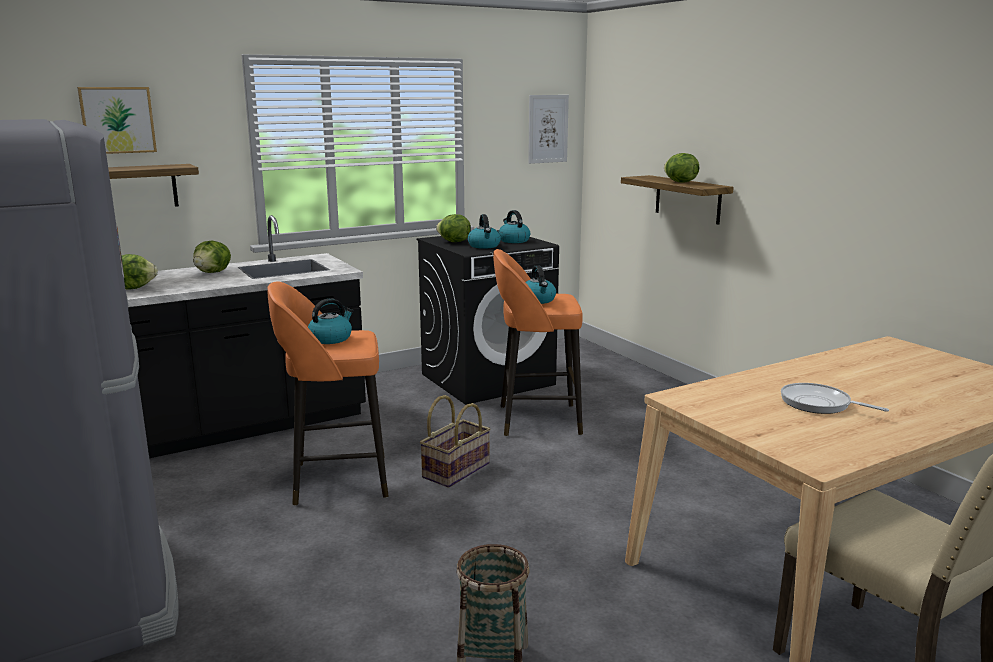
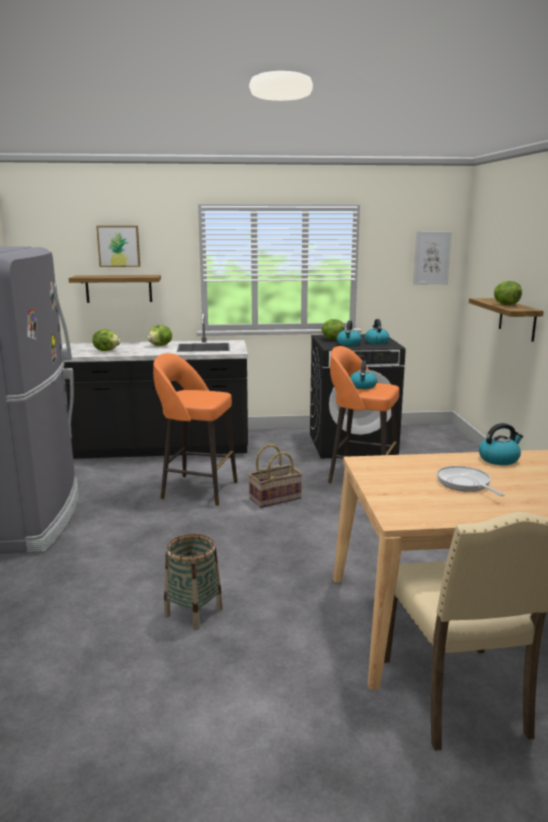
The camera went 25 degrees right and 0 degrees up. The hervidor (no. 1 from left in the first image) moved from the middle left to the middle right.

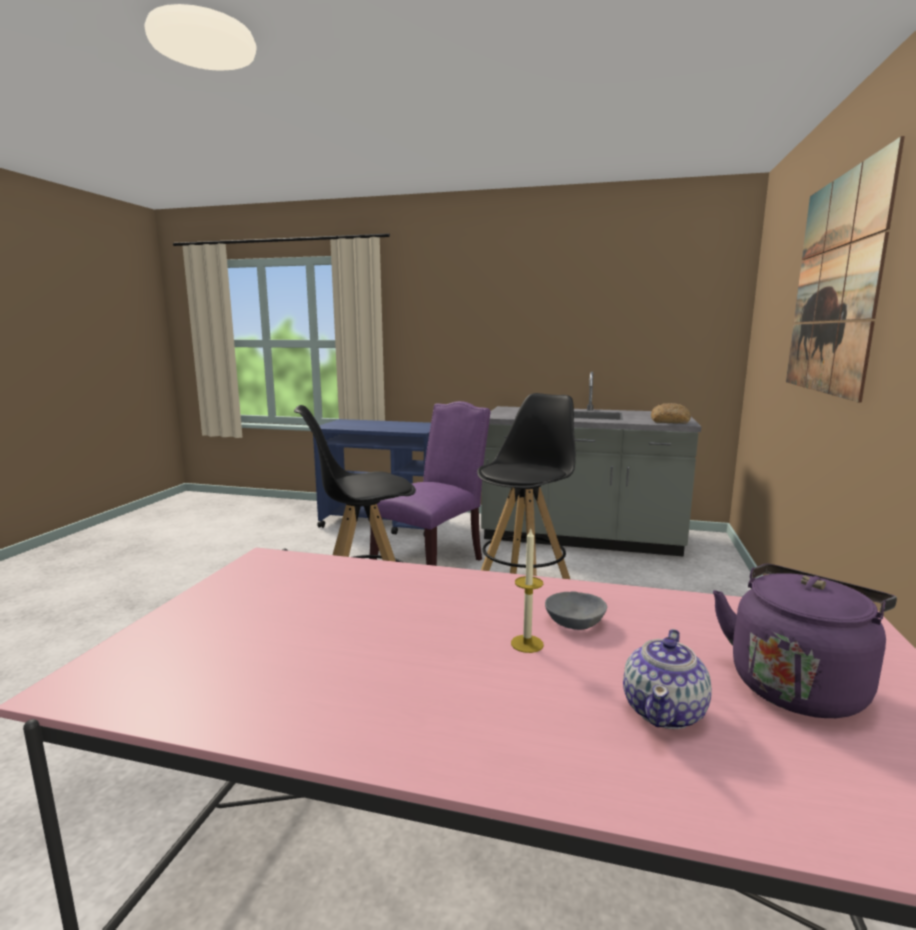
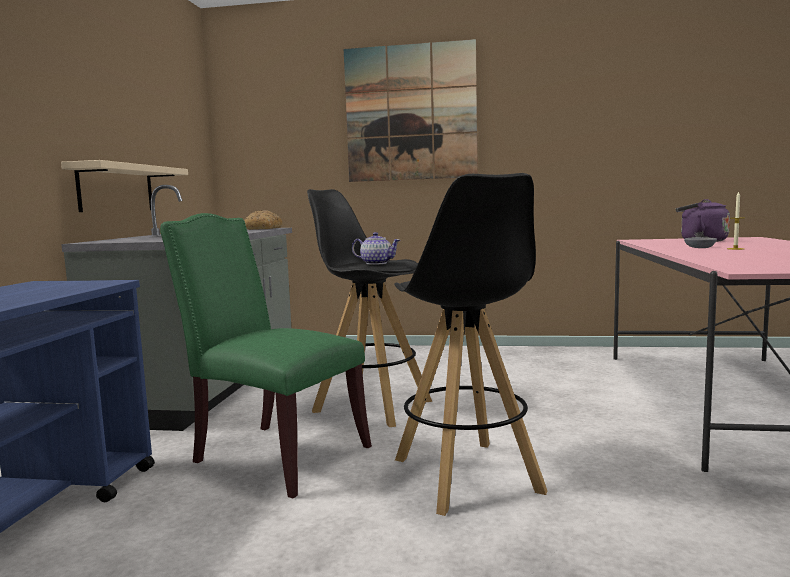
The camera went 95 degrees left and 5 degrees down. The estante [beis] at the top left appeared. The tetera moved from the bottom right to the centre. The silla [morado] at the centre became the silla [verde] at the centre.

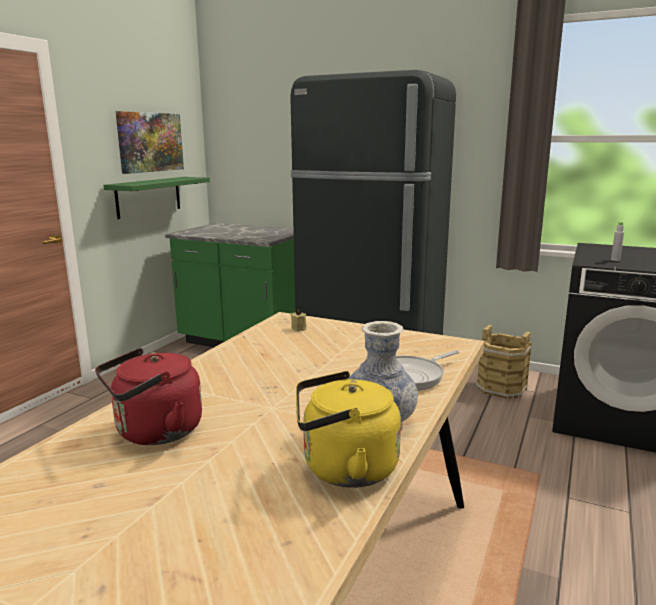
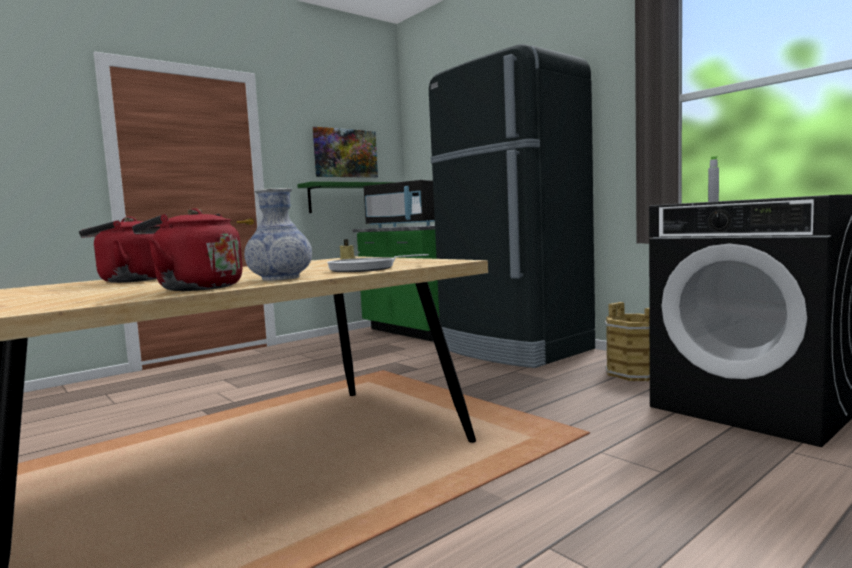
The camera went 25 degrees right and 10 degrees down. The microondas [negro] at the centre appeared. The hervidor [amarillo] at the bottom centre became the hervidor [rojo] (no. 2 from left) at the middle left.

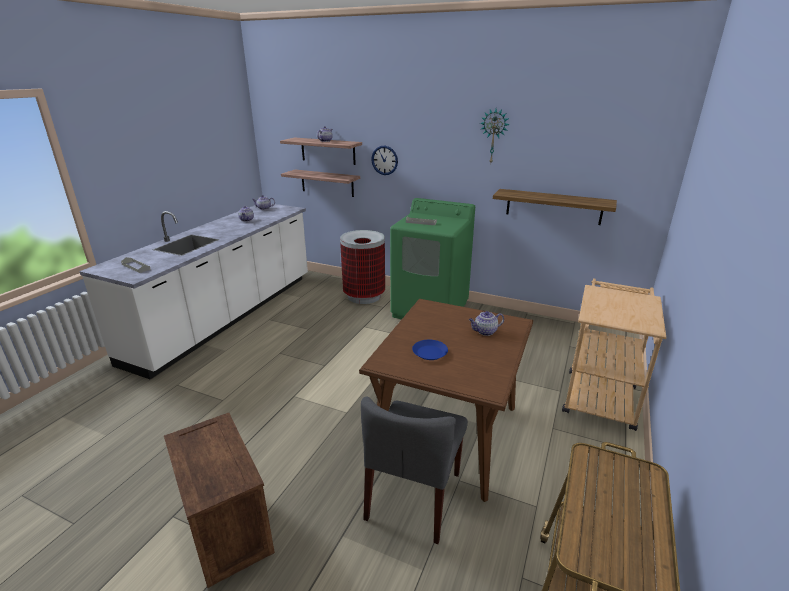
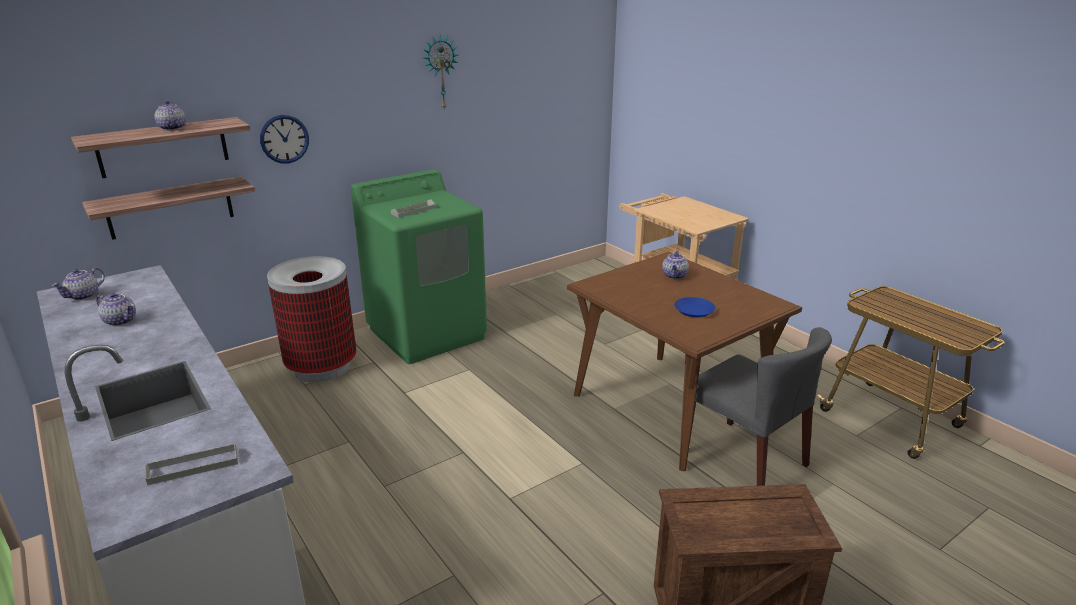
The camera went 60 degrees left and 0 degrees up. The estante (no. 3 from left) at the middle right disappeared.

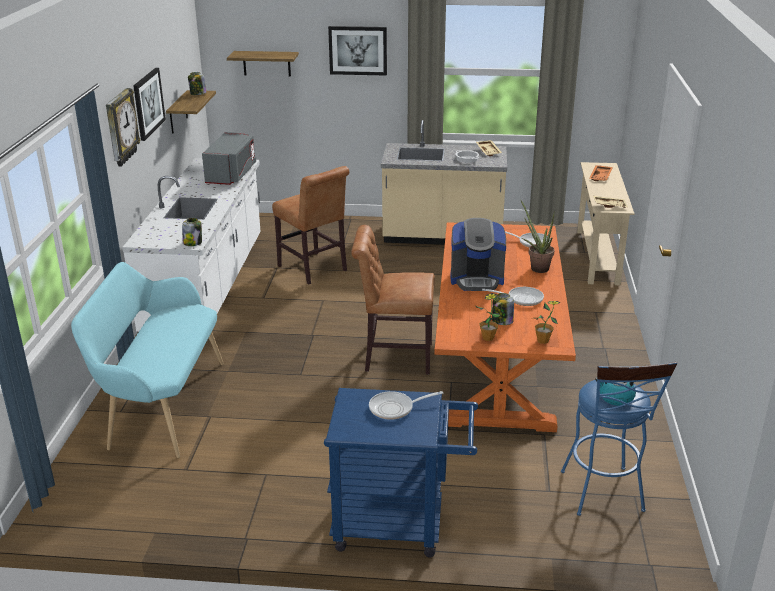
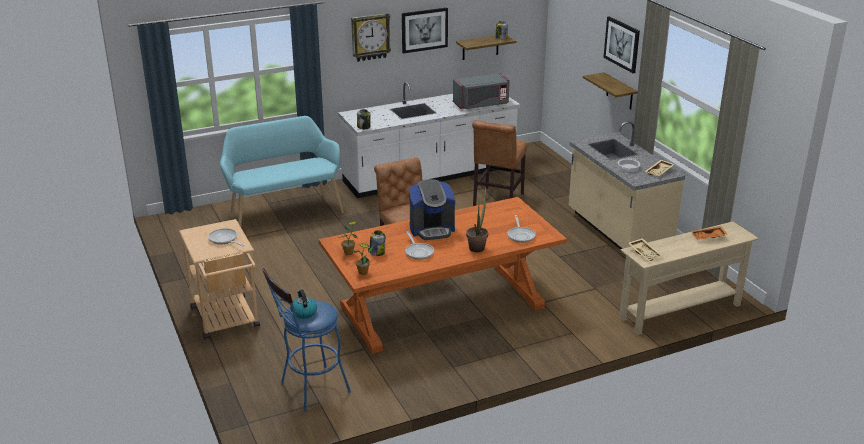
The camera went 60 degrees right and 0 degrees up. The estante (no. 2 from left) moved from the top centre to the top right. The carrito [azul] at the bottom centre became the carrito [beis] at the middle left. The cafetera at the centre turned 75 degrees counterclockwise.

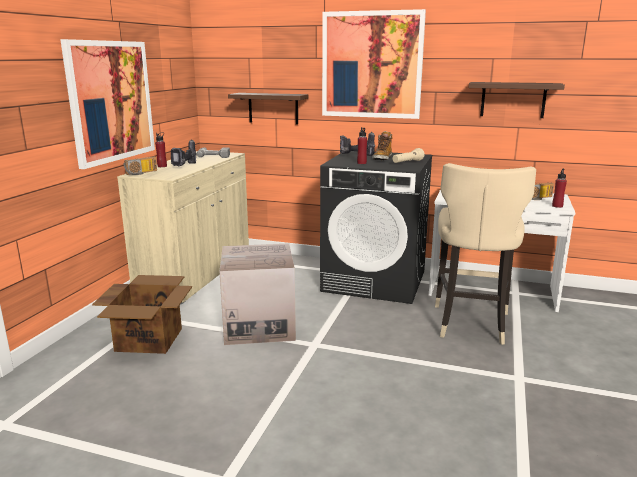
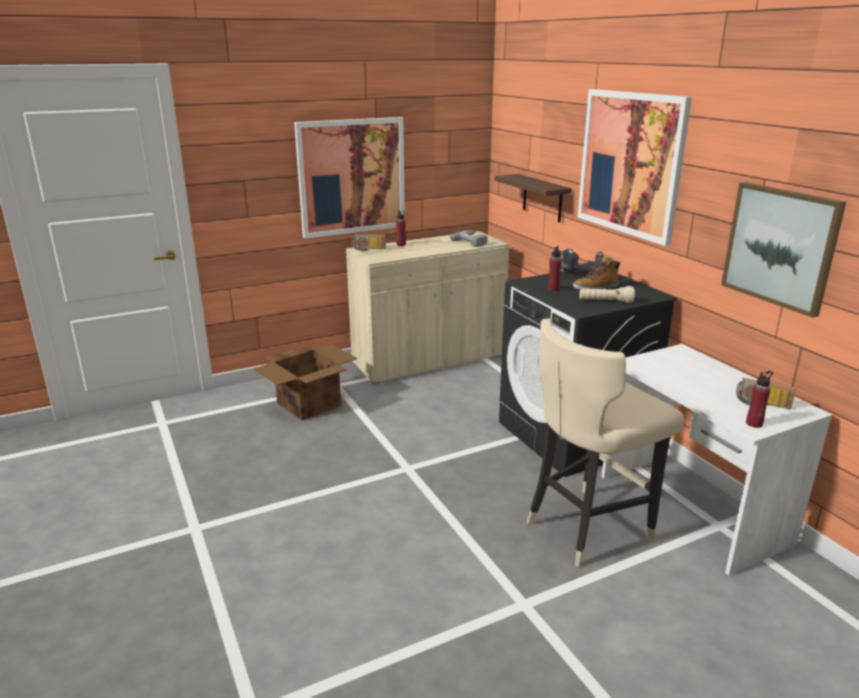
The camera went 45 degrees right and 5 degrees up. The taladro (no. 1 from left) at the top left disappeared. The caja de cartón (no. 2 from left) at the centre disappeared. The estante (no. 2 from left) at the top right was replaced by the cuadro (no. 3 from left) at the middle right.

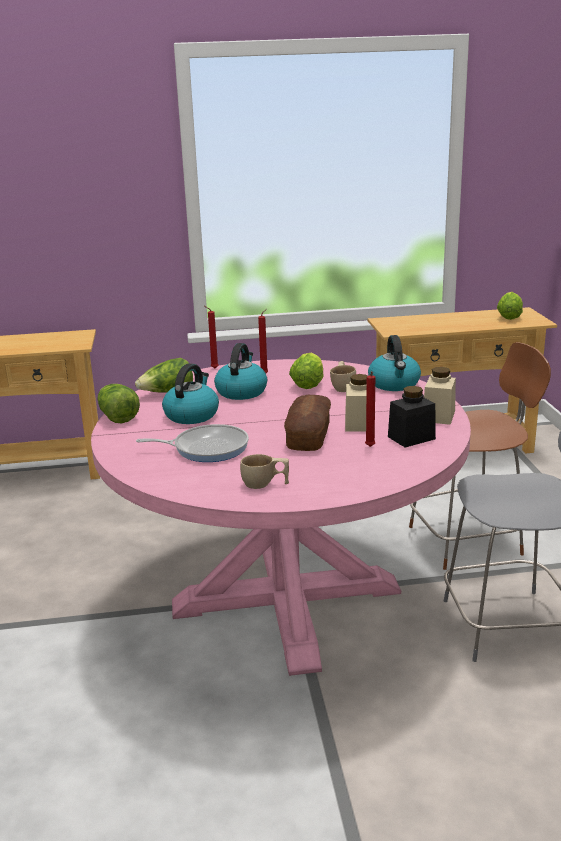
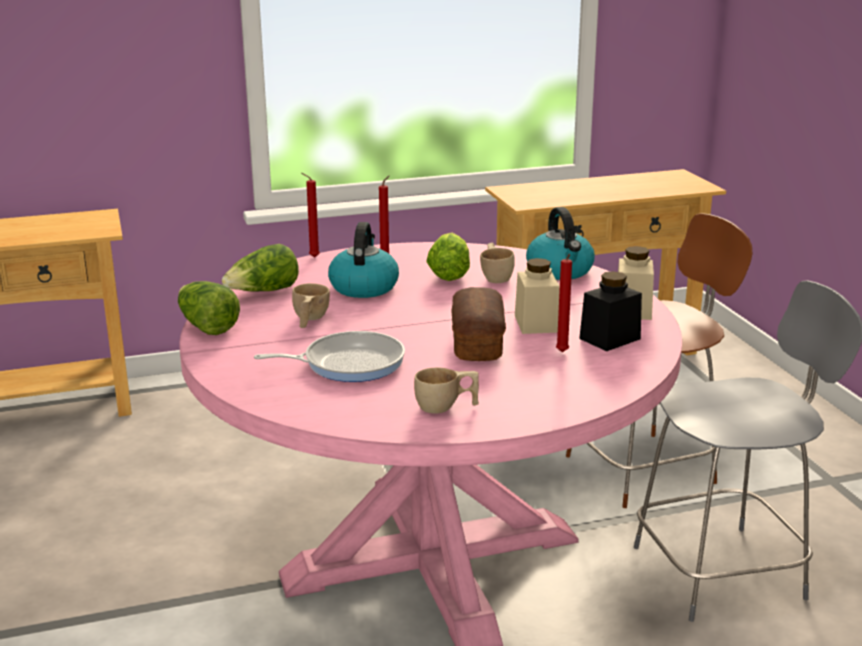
The camera went 10 degrees left and 0 degrees up. The lechuga (no. 4 from left) at the middle right disappeared. The hervidor (no. 1 from left) at the centre was replaced by the taza [beis] (no. 1 from left) at the centre.

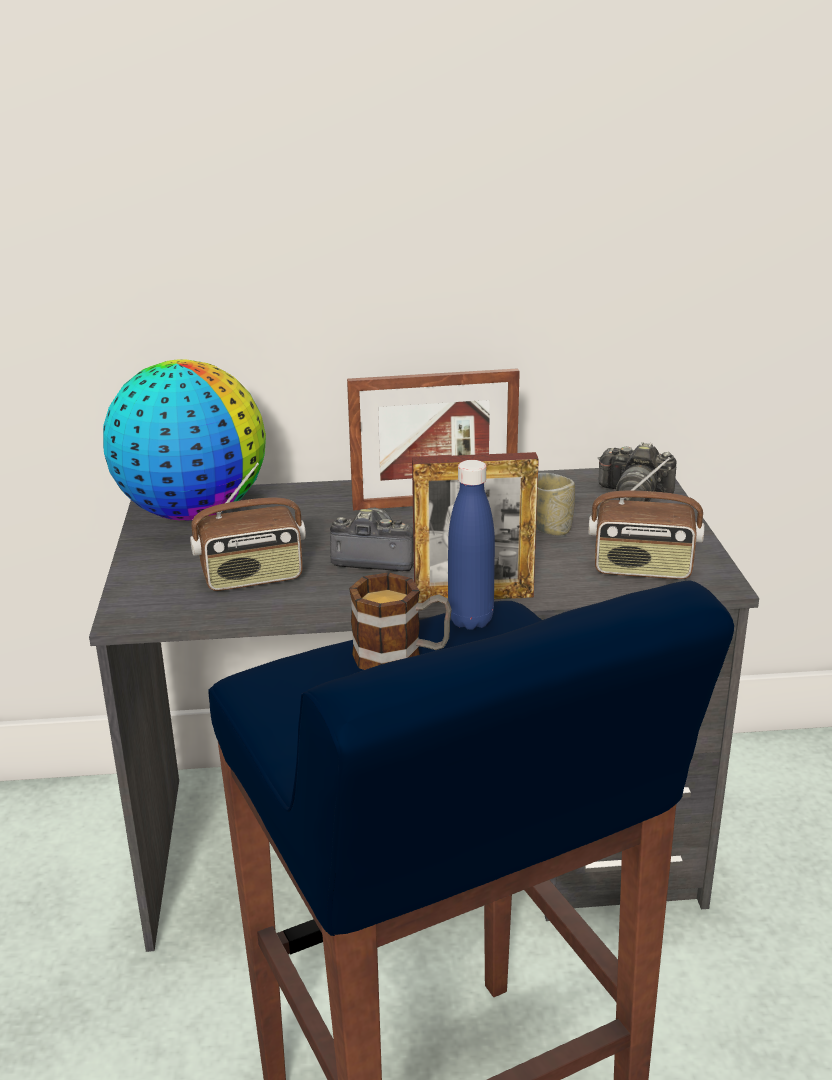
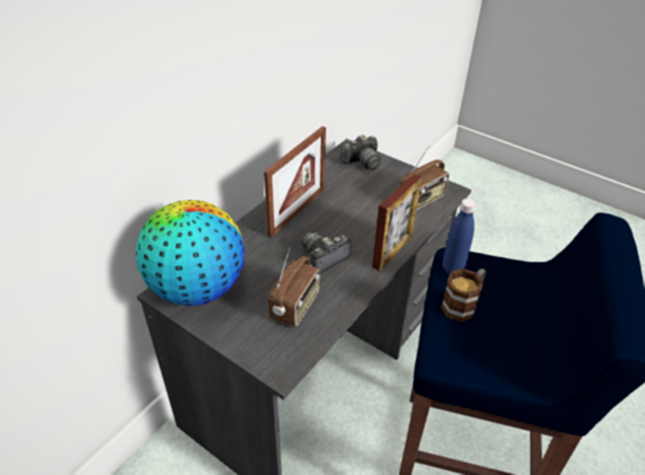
The camera went 50 degrees left and 15 degrees up. The taza at the middle right disappeared.

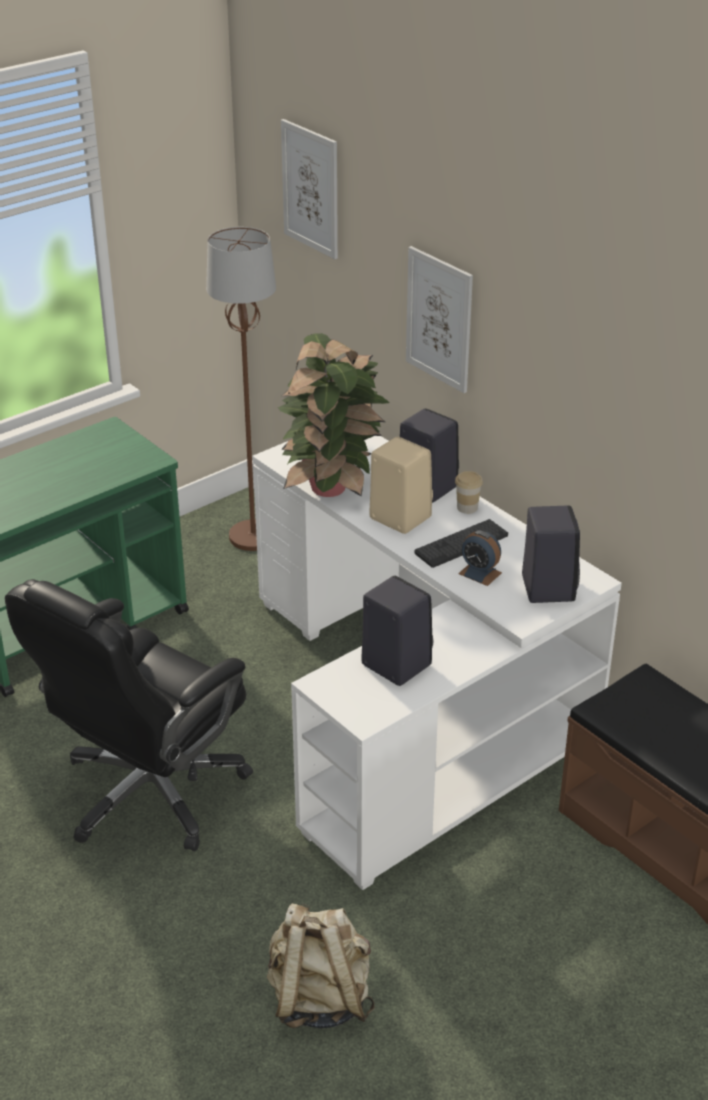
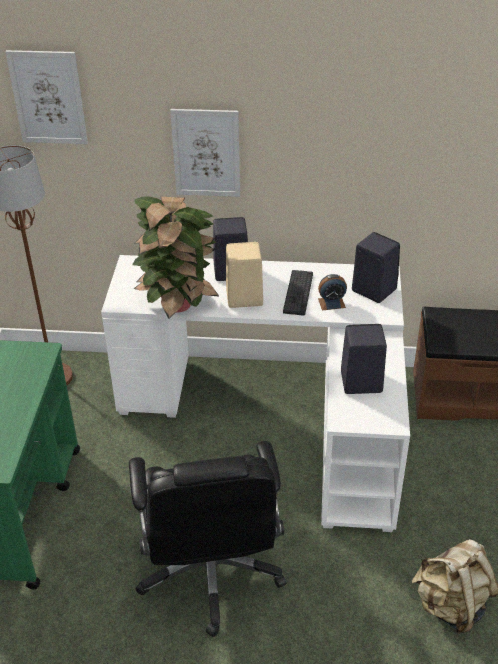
The camera went 45 degrees left and 5 degrees up. The taza at the centre disappeared.

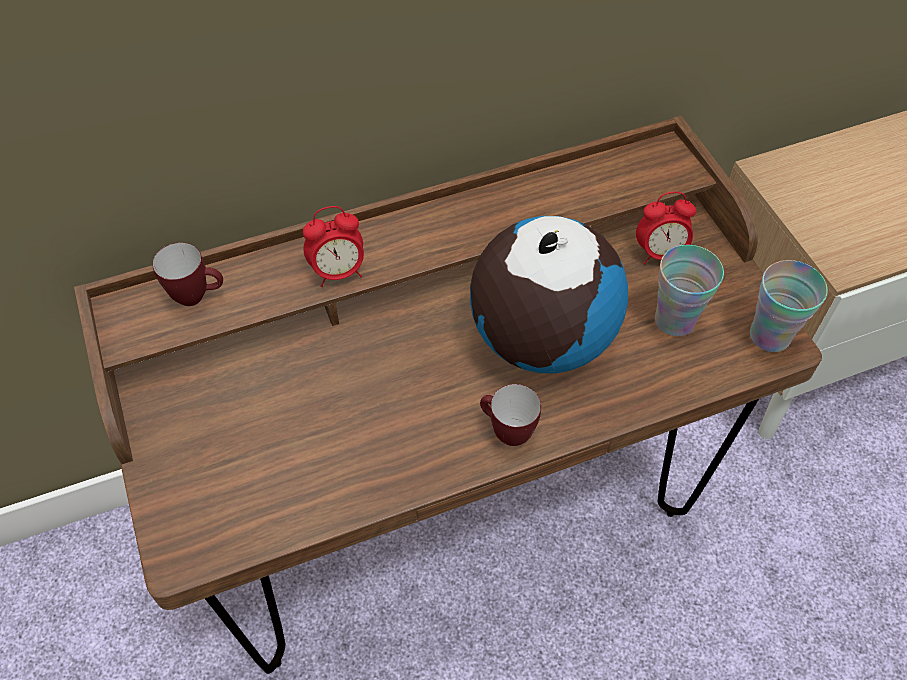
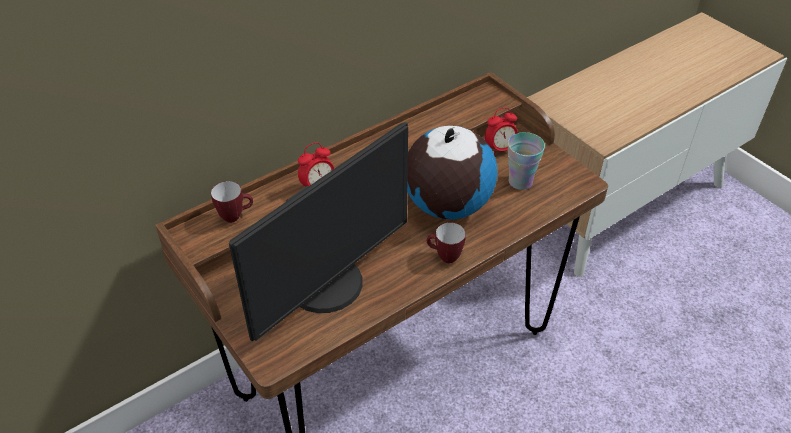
The camera went 15 degrees left and 10 degrees down. The taza (no. 2 from left) at the middle right disappeared. The monitor at the centre appeared.

